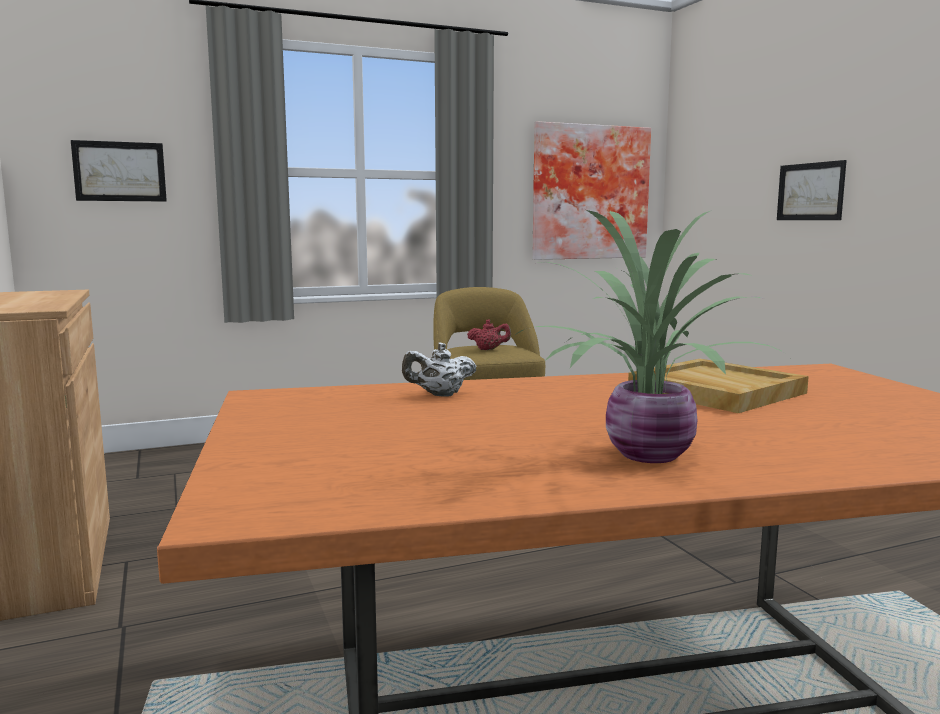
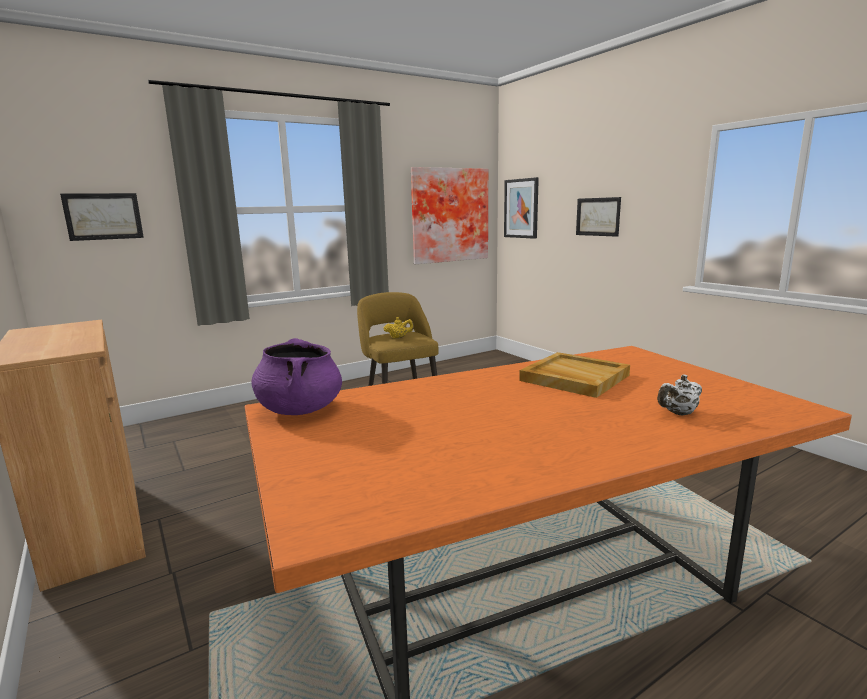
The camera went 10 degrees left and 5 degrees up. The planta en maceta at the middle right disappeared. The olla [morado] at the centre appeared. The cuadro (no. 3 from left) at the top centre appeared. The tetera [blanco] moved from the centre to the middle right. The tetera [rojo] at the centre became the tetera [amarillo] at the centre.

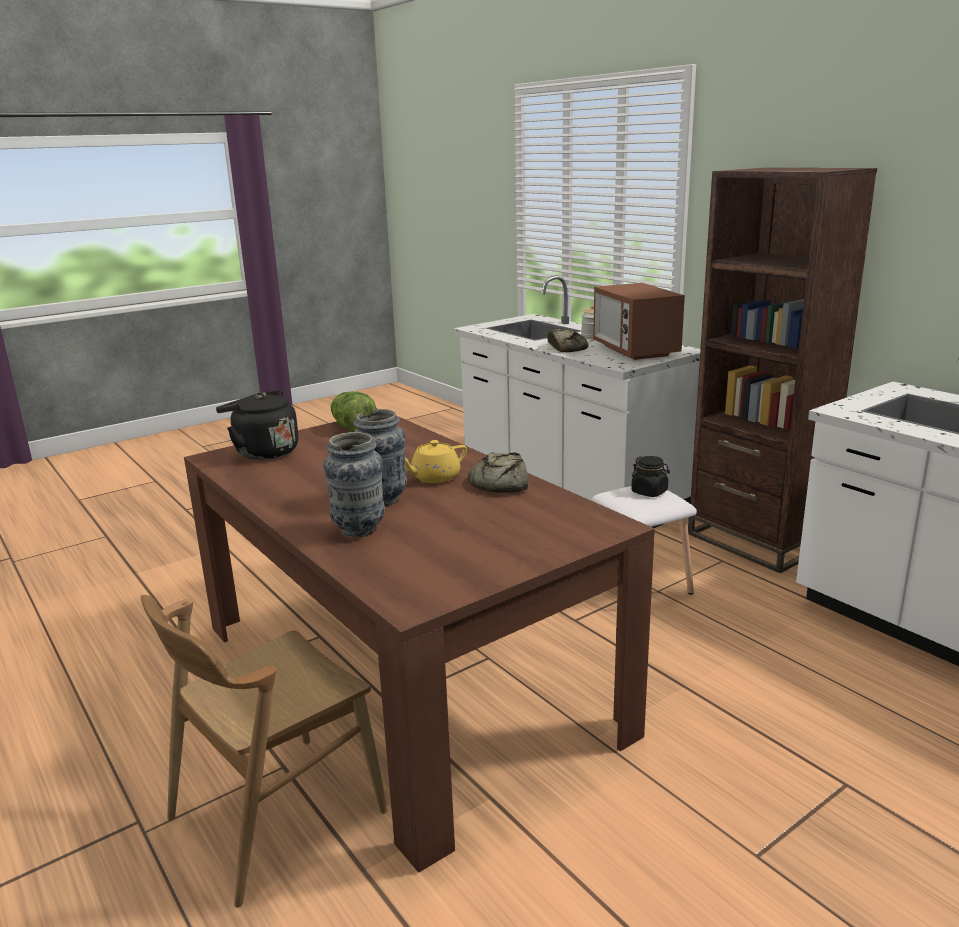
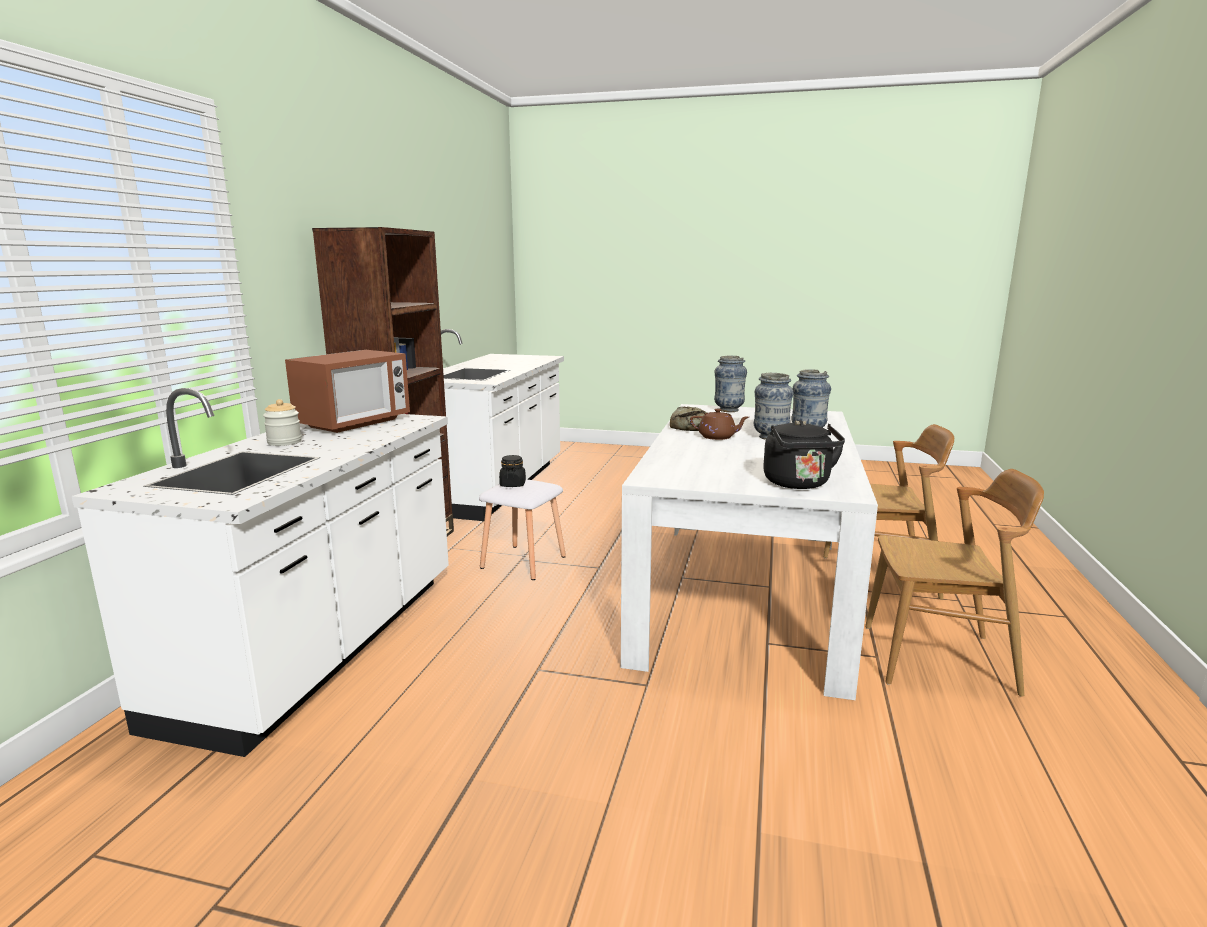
The camera went 130 degrees left and 5 degrees down. The lechuga at the centre disappeared. The pan (no. 2 from left) at the centre disappeared. The florero (no. 1 from left) at the centre appeared. The silla [marrón] (no. 2 from left) at the middle right appeared. The mesa de comedor [marrón] at the bottom centre became the mesa de comedor [blanco] at the centre. The tetera [amarillo] at the centre became the tetera [marrón] at the centre.

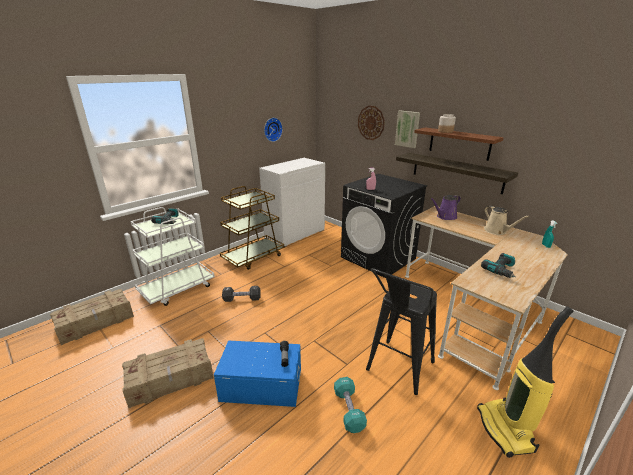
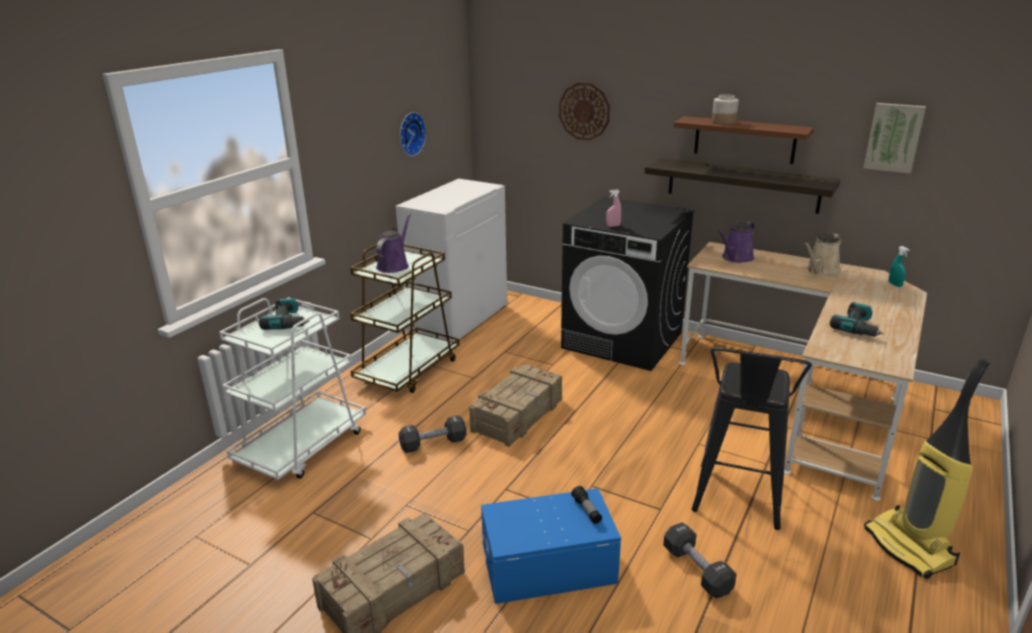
The camera went 15 degrees left and 0 degrees up. The regadera [morado] (no. 1 from left) at the centre appeared. The caja de embalaje (no. 1 from left in the first image) moved from the bottom left to the centre. The cuadro moved from the top centre to the top right. The mancuerna [turquesa] at the bottom centre became the mancuerna [negro] (no. 2 from left) at the bottom right. The regadera [beis] at the middle right turned 90 degrees clockwise.

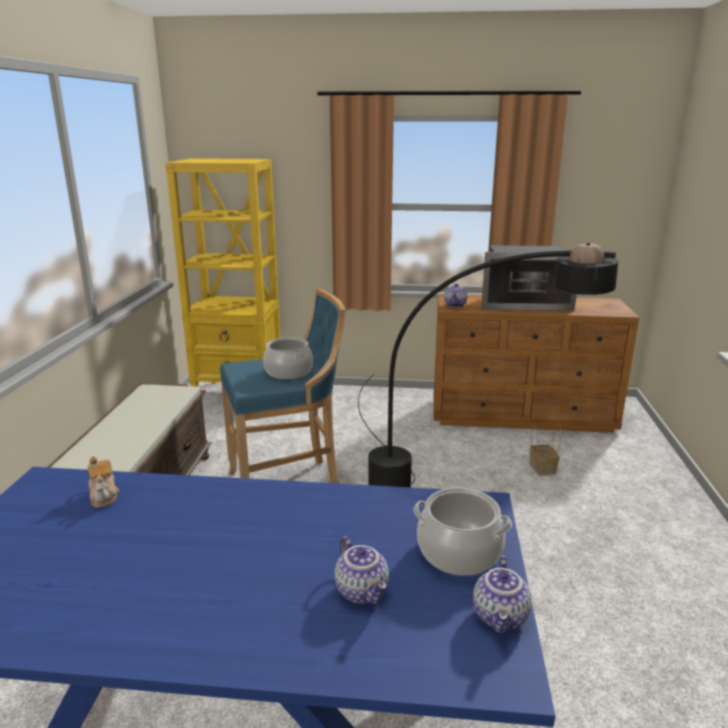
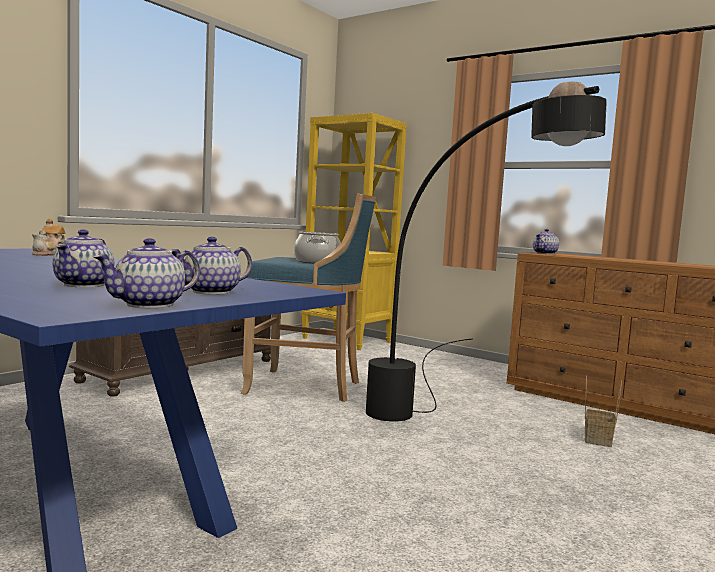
The camera went 30 degrees right and 15 degrees down. The microondas at the middle right disappeared. The olla (no. 2 from left) at the bottom centre was replaced by the tetera (no. 4 from left) at the middle left.

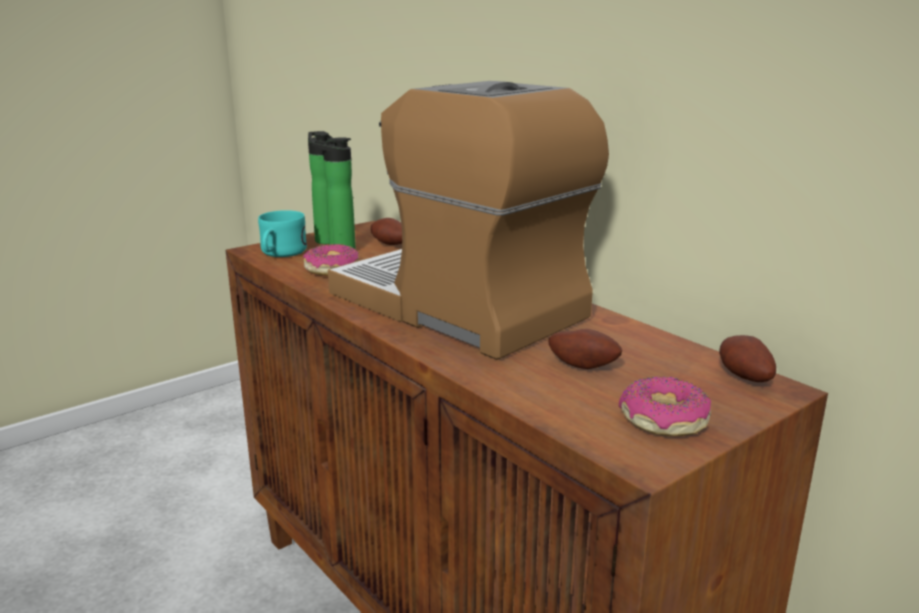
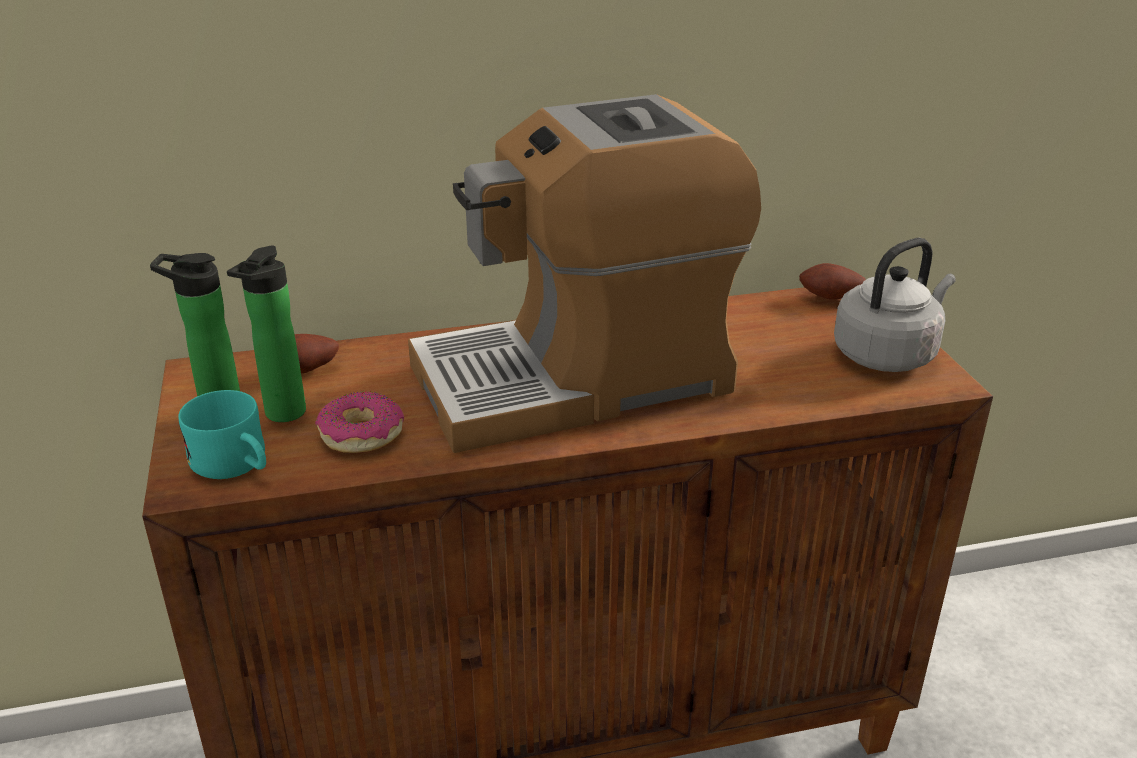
The camera went 65 degrees left and 10 degrees up. The patata (no. 2 from left) at the centre disappeared. The rosquilla (no. 2 from left) at the middle right was replaced by the hervidor [gris] at the middle right.

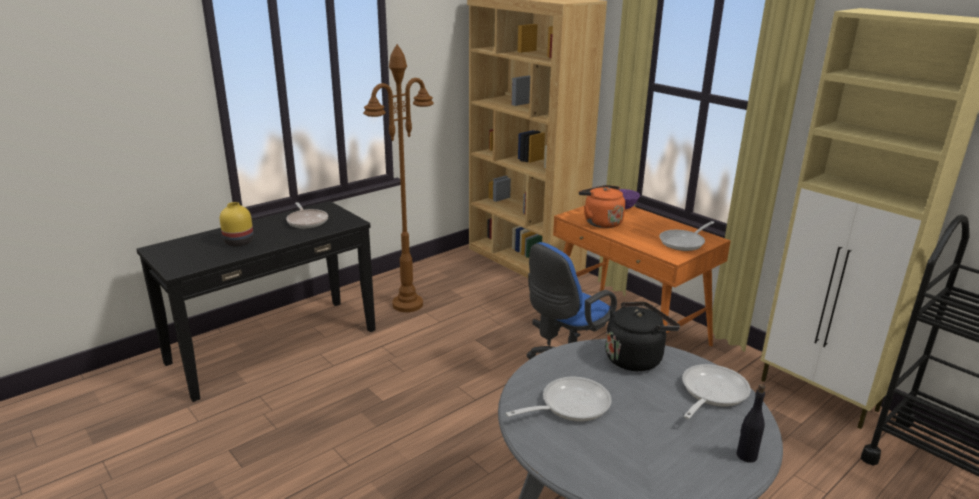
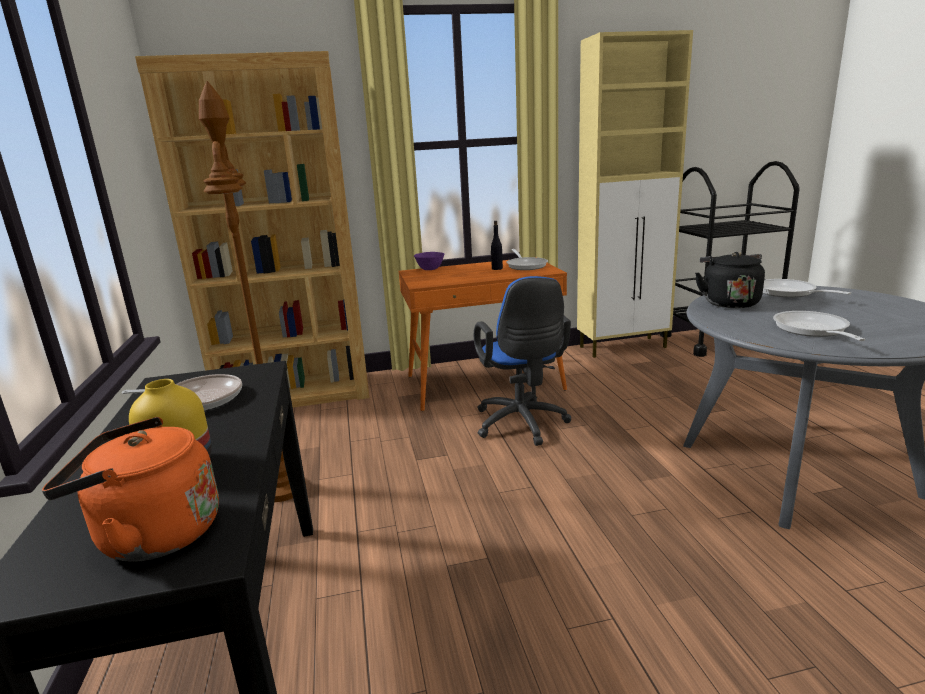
The camera went 60 degrees left and 5 degrees down. The hervidor [naranja] moved from the centre to the bottom left. The botella [negro] moved from the bottom right to the centre.

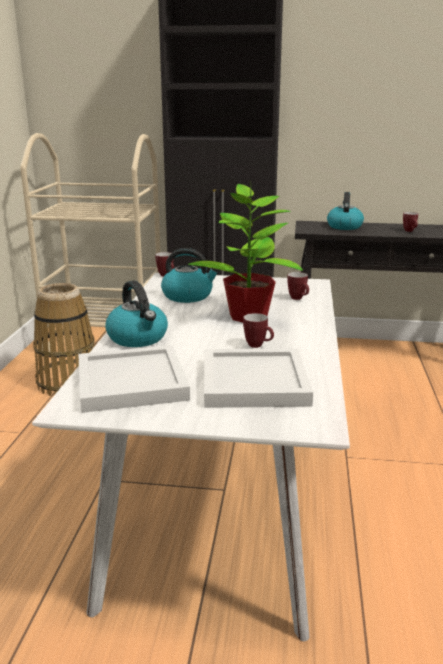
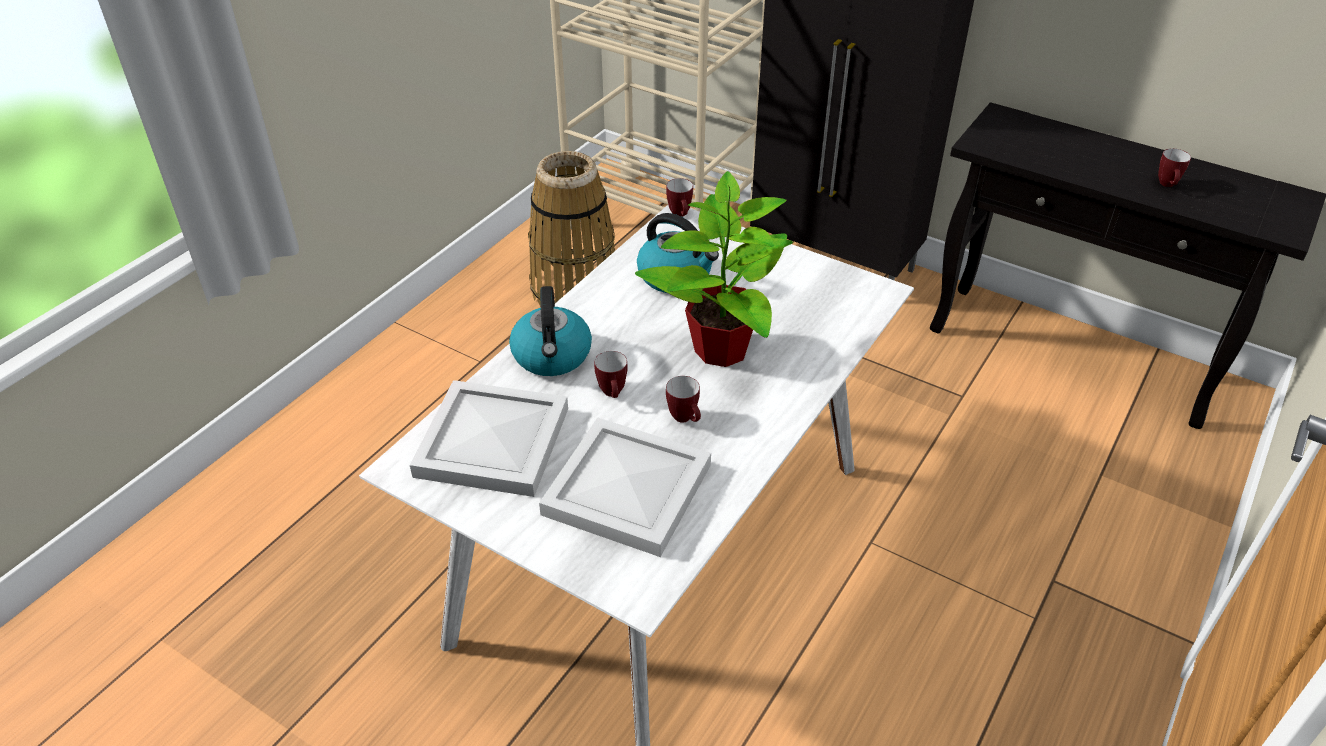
The camera went 25 degrees right and 20 degrees up. The hervidor (no. 3 from left) at the top right disappeared. The taza grande (no. 3 from left in the first image) moved from the middle right to the centre.

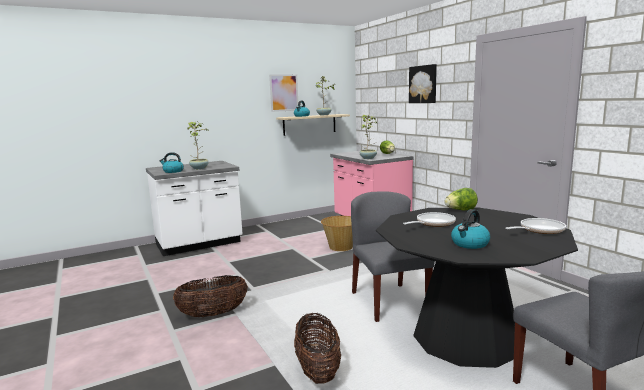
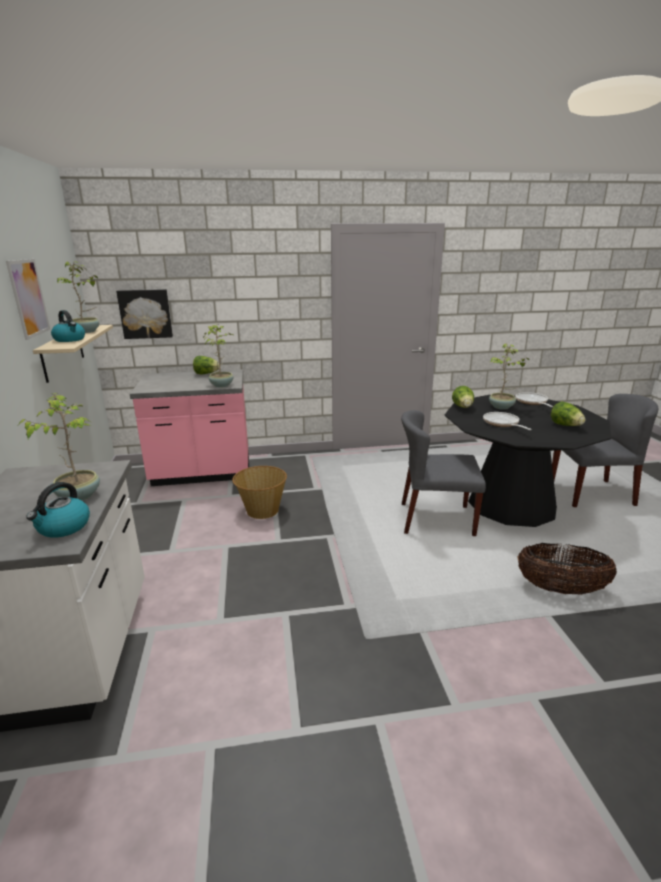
The camera went 70 degrees left and 10 degrees up. The cesta (no. 1 from left) at the bottom left disappeared. The planta en maceta (no. 4 from left) at the middle right appeared. The cuadro (no. 2 from left) moved from the top centre to the middle left. The hervidor (no. 3 from left) at the middle right was replaced by the lechuga (no. 3 from left) at the middle right.

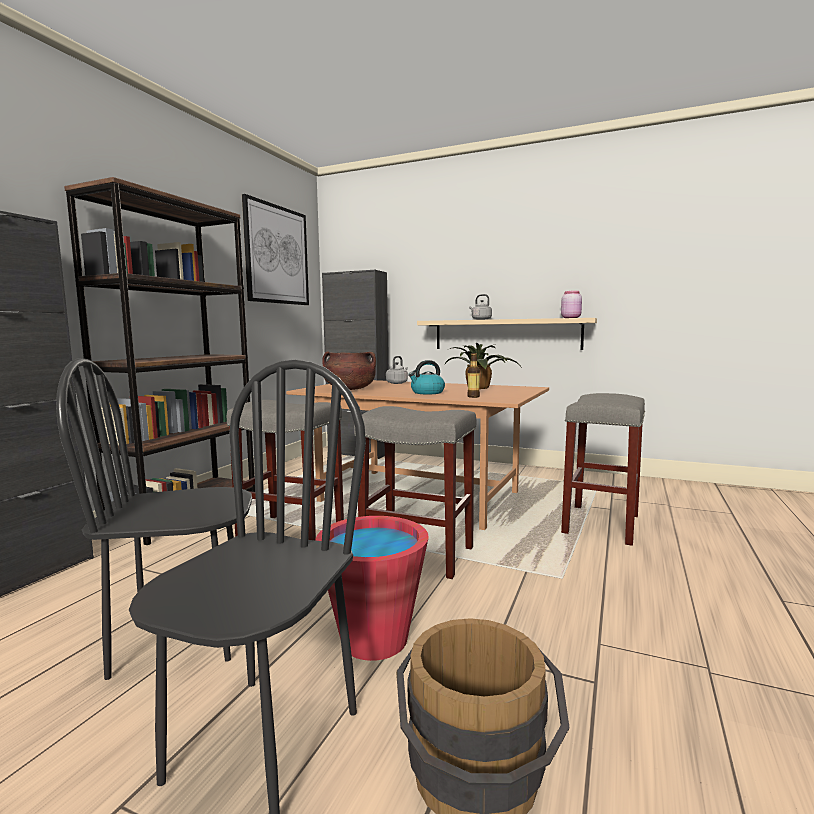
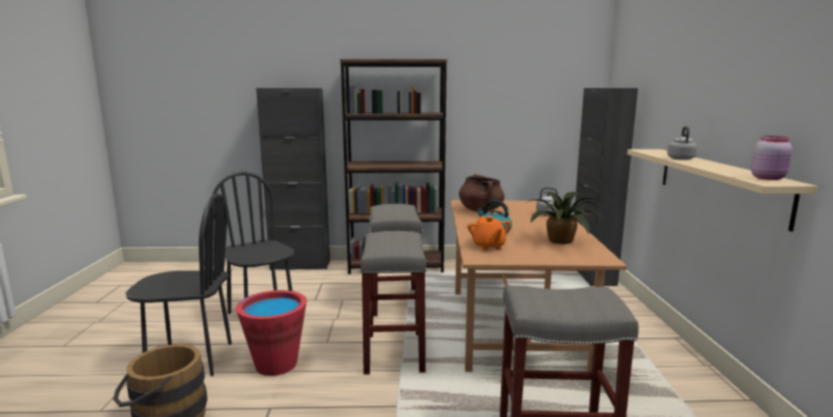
The camera went 65 degrees right and 5 degrees up. The cuadro at the top centre disappeared. The botella at the centre was replaced by the tetera [naranja] at the centre.

